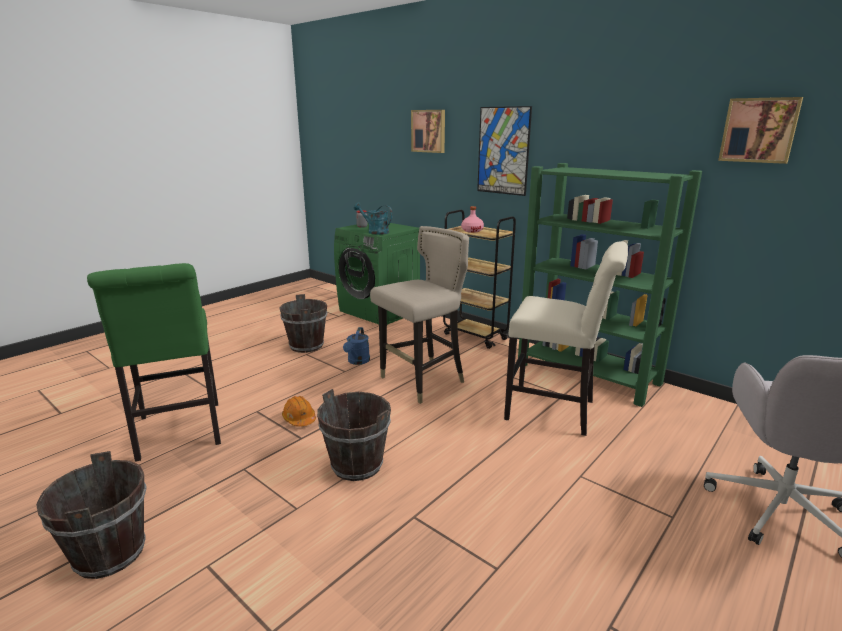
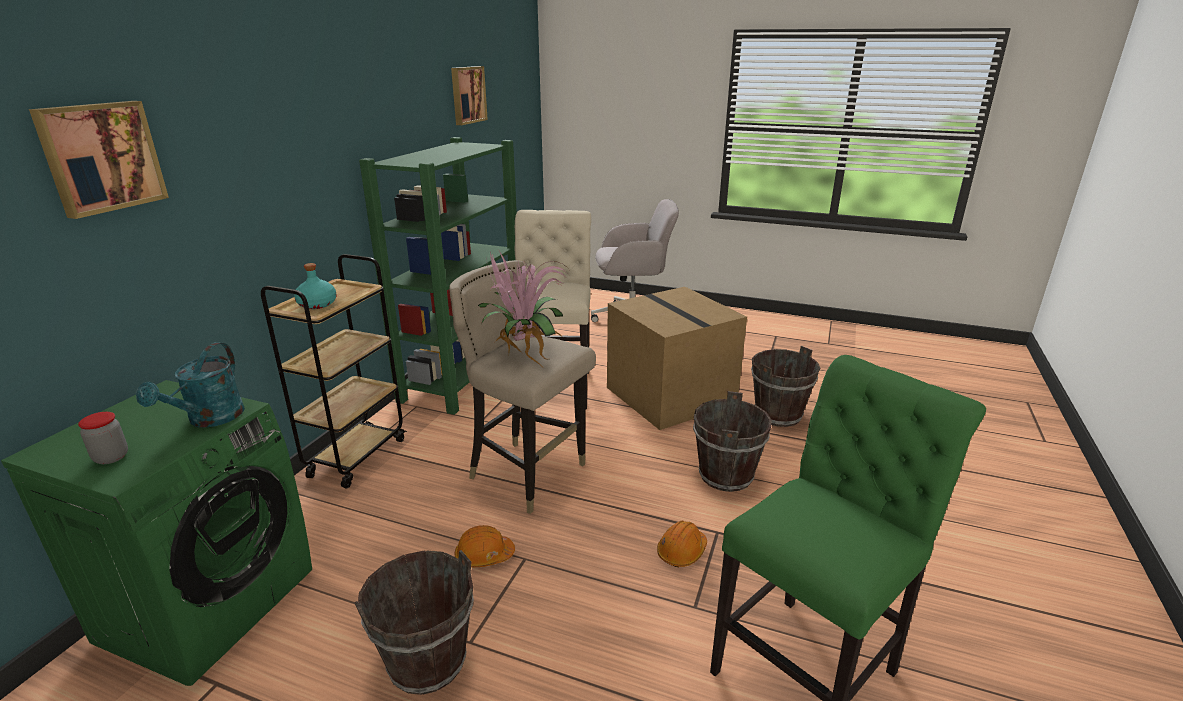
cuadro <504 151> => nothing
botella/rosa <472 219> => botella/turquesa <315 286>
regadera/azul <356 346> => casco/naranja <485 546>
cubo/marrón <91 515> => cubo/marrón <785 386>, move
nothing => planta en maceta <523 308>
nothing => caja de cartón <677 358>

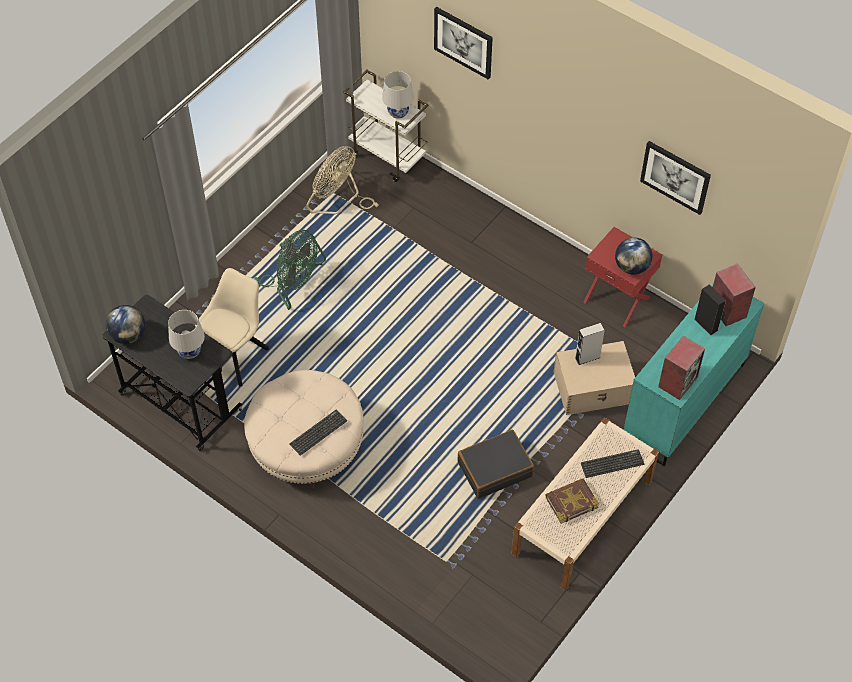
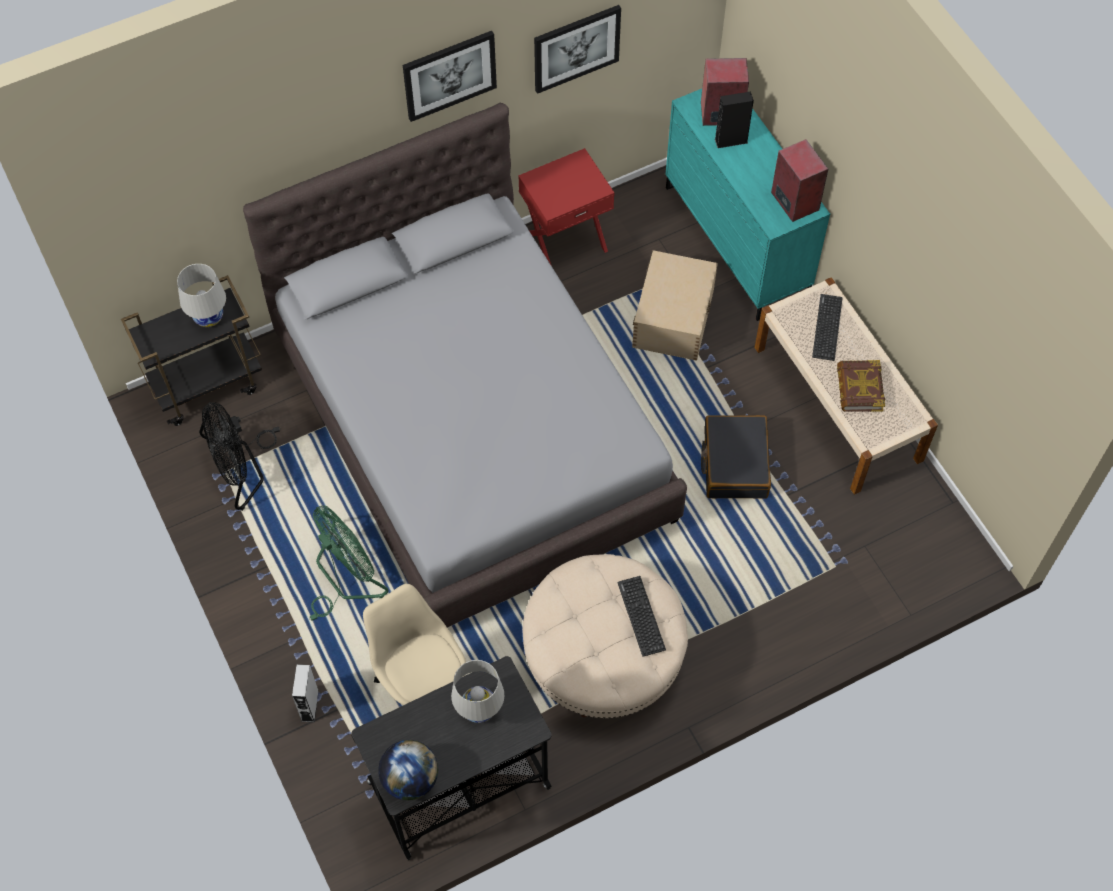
cuadro <463 43> => cuadro <450 76>, move
carrito/blanco <386 126> => carrito/negro <191 350>
ventilador/beis <342 180> => ventilador/negro <240 456>
globo terráqueo <633 256> => nothing
altavoz/gris <590 344> => altavoz/gris <305 693>, move
nothing => cama/gris <465 365>

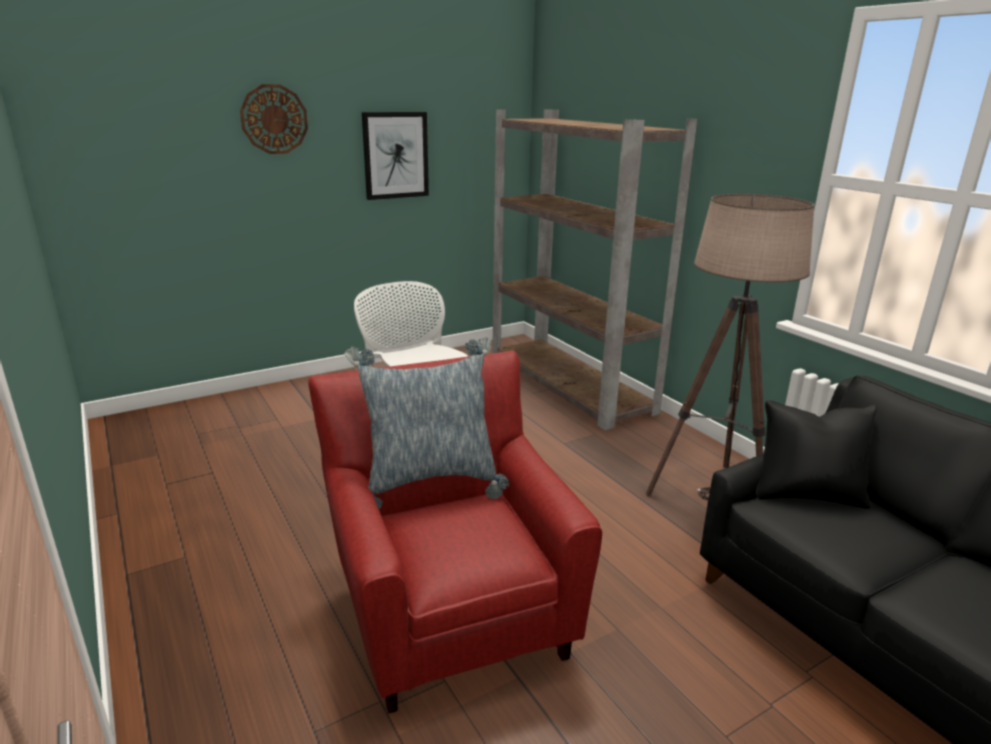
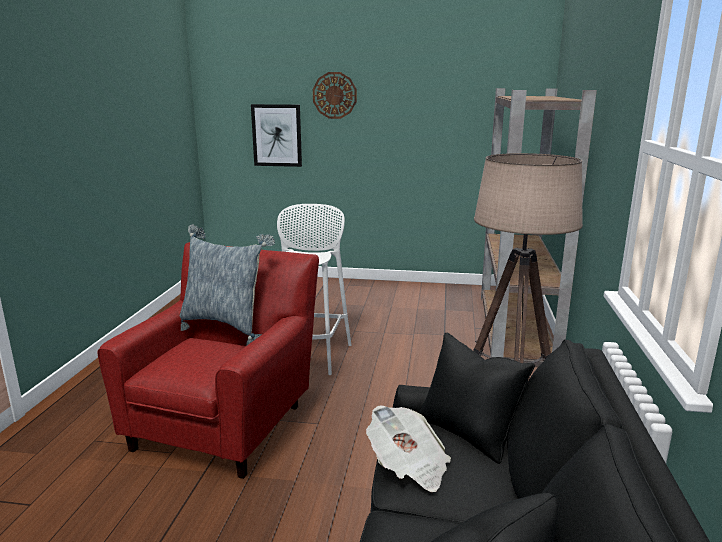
cuadro <395 156> => cuadro <276 135>, move
nothing => periódico <408 448>

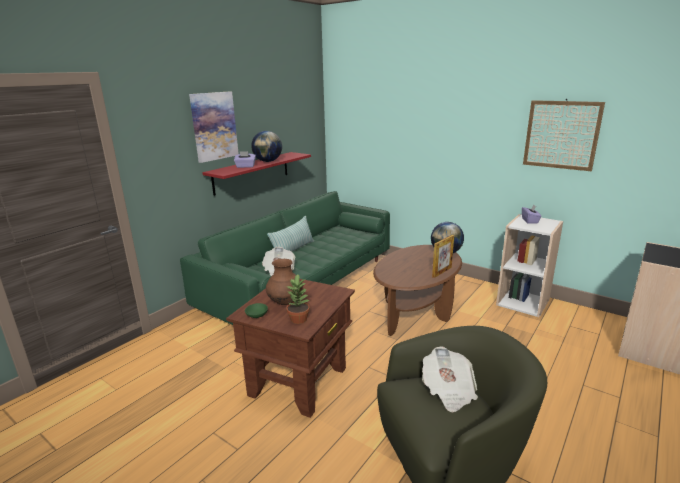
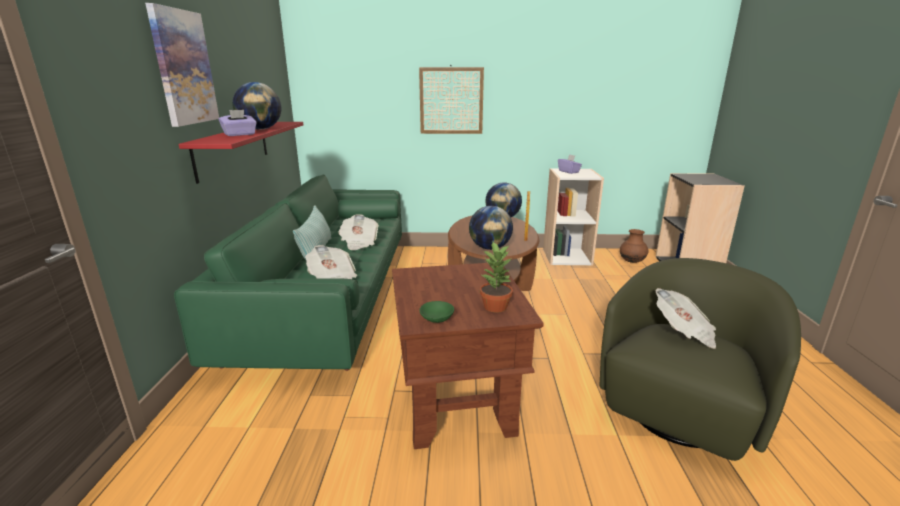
cuadro <564 135> => cuadro <451 99>, move
florero/marrón <284 282> => florero/marrón <634 246>, move
nothing => globo terráqueo <491 228>
nothing => periódico <358 232>

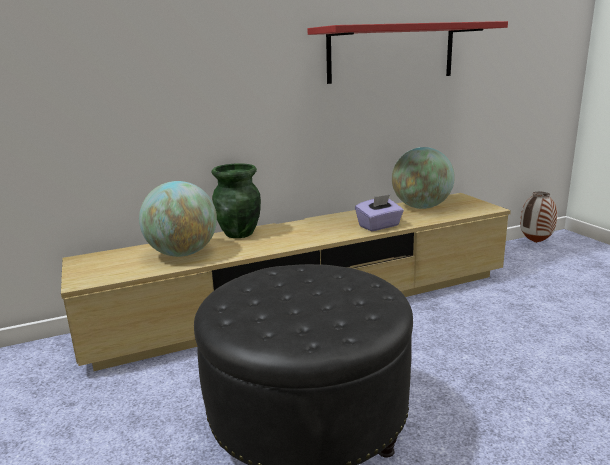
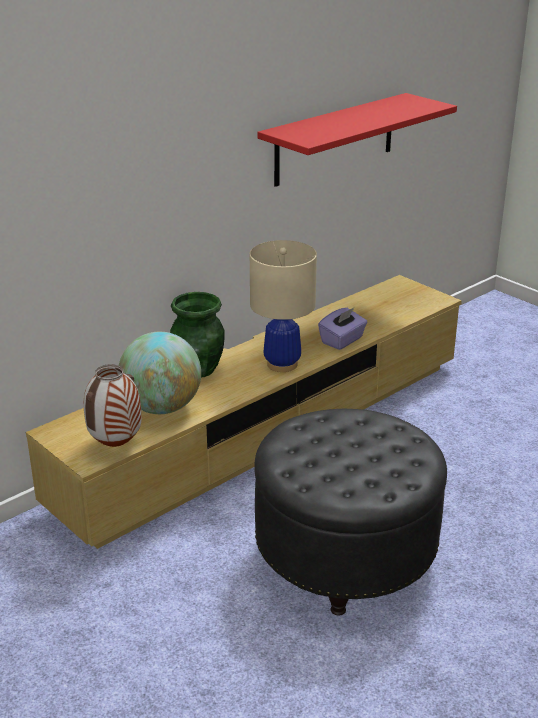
globo terráqueo <423 178> => nothing
florero <538 217> => florero <113 405>, move
nothing => lámpara de mesa/beis <283 306>

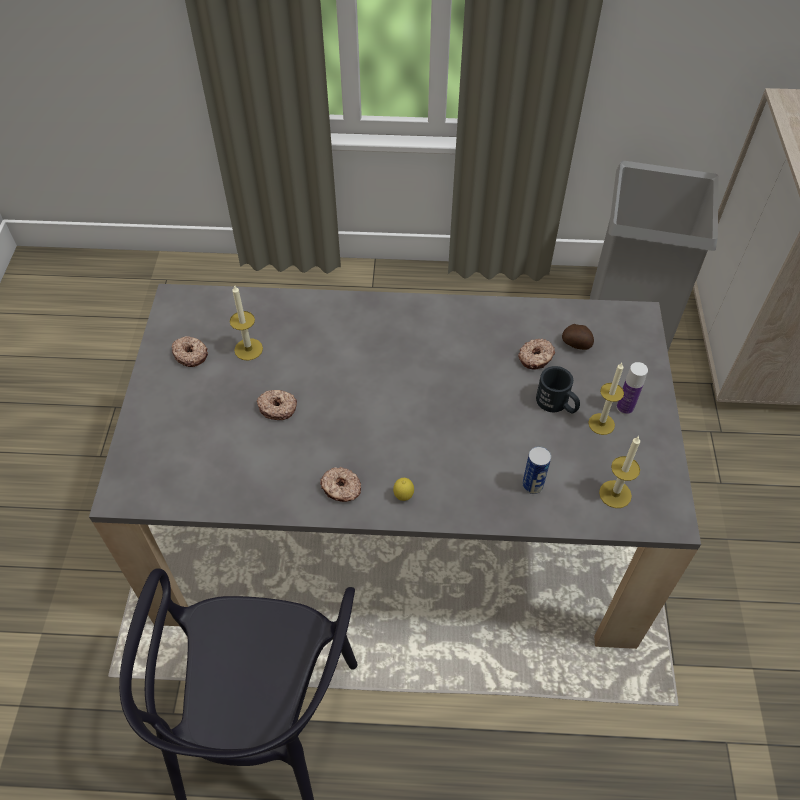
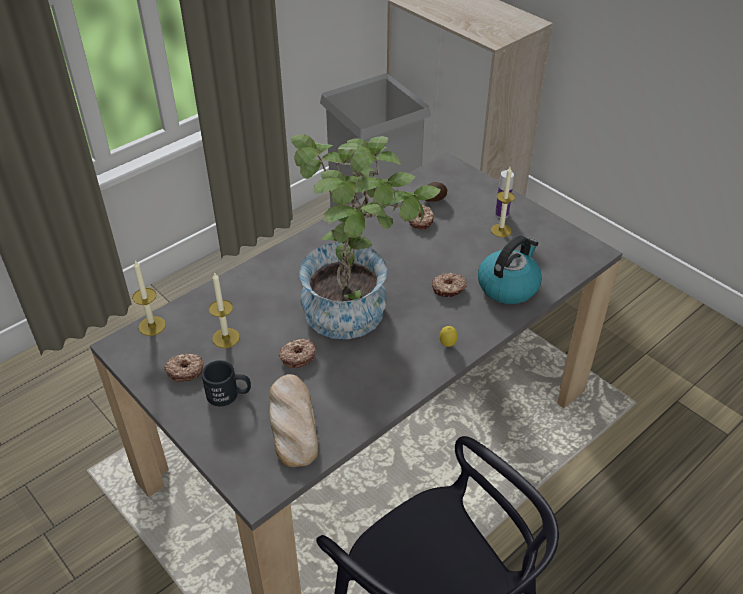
taza grande/negro <558 390> => taza grande/negro <226 383>, move
vela <619 472> => vela <149 298>, move
lata <536 470> => hervidor <510 270>
rosquilla <340 484> => rosquilla <449 285>, move
nothing => planta en maceta <366 236>
nothing => pan <293 420>

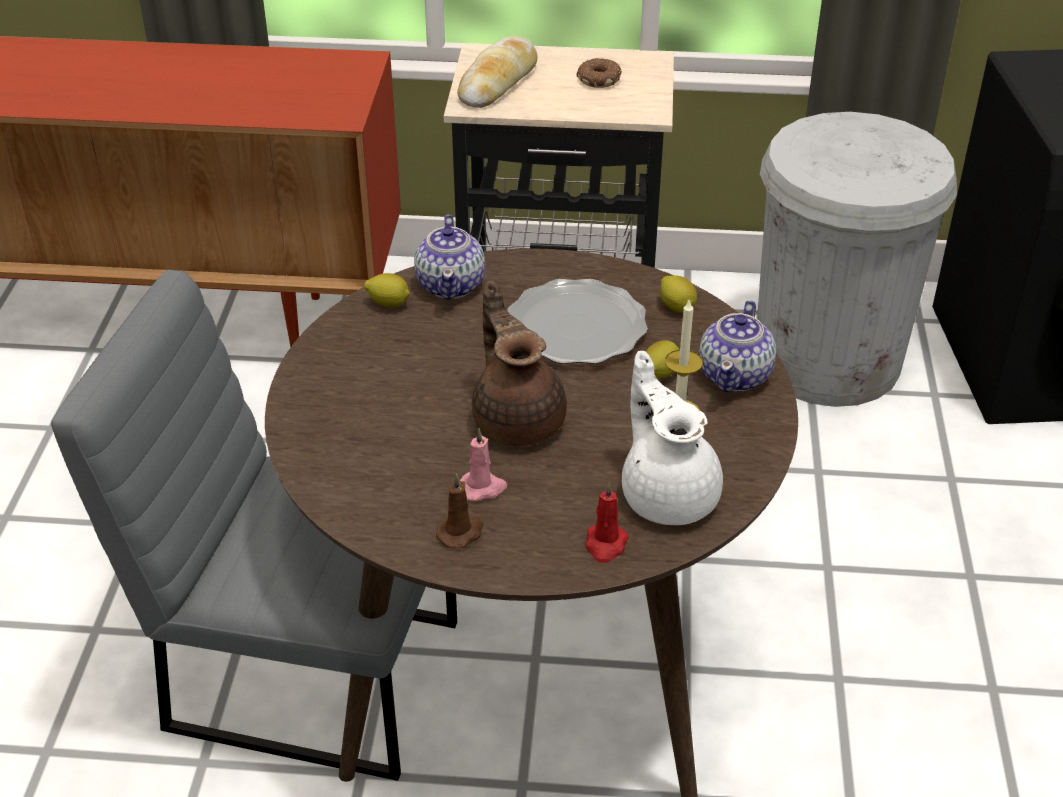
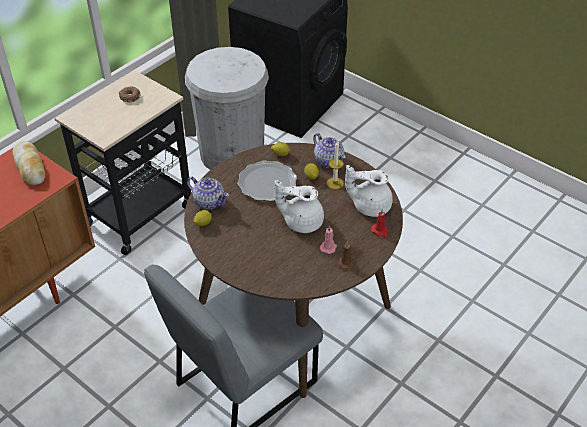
pan <497 72> => pan <28 163>, move
tetera/marrón <519 363> => tetera/blanco <299 206>

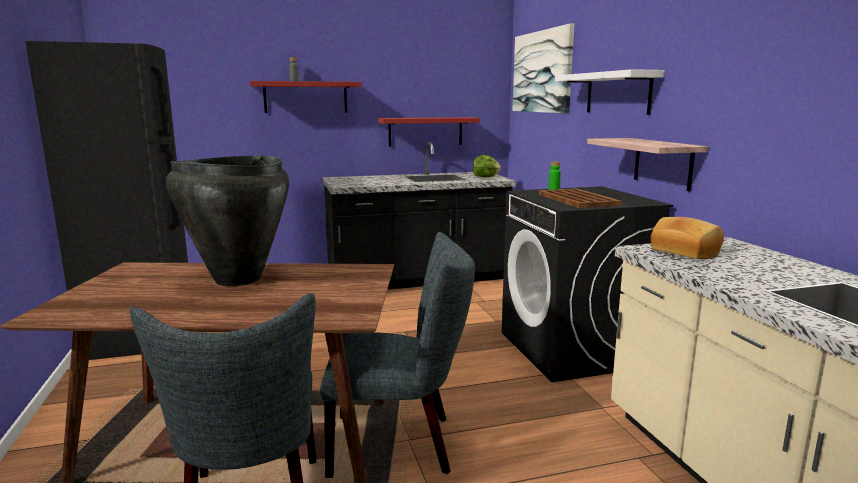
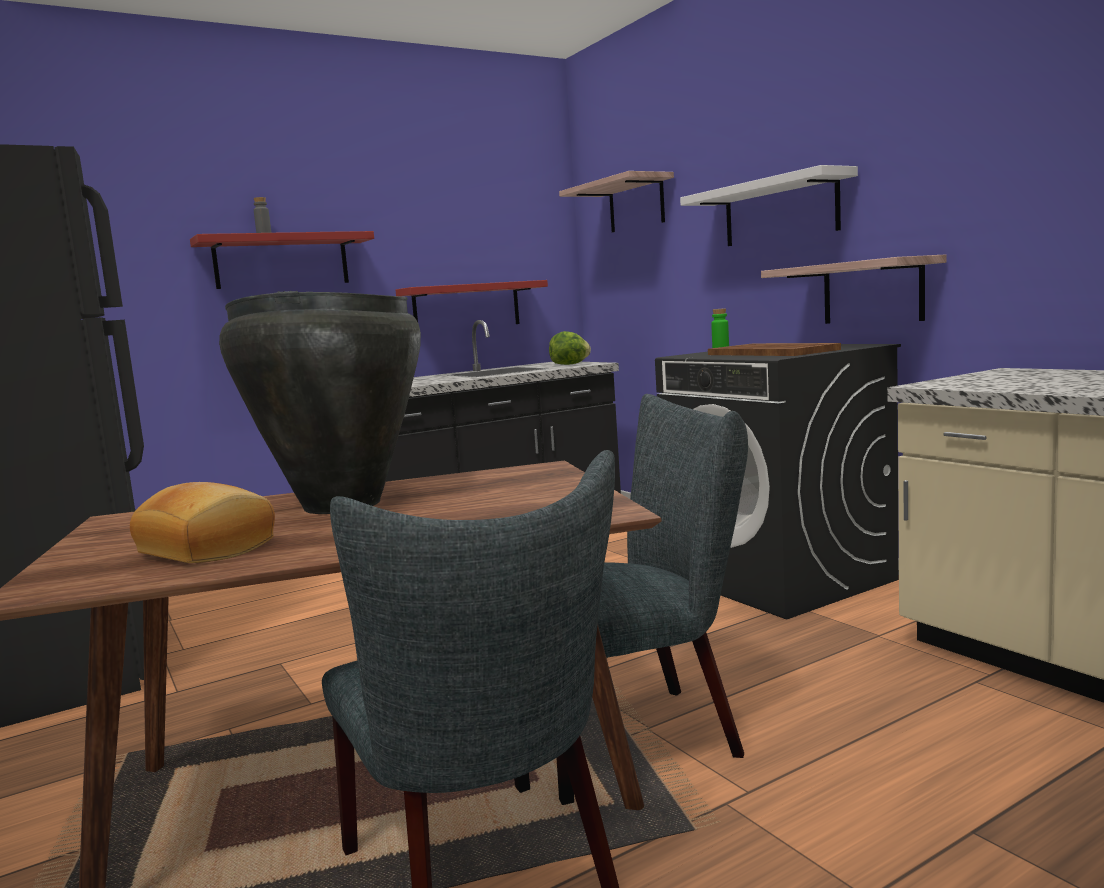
cuadro <543 68> => estante <616 202>
pan <687 238> => pan <202 522>, move

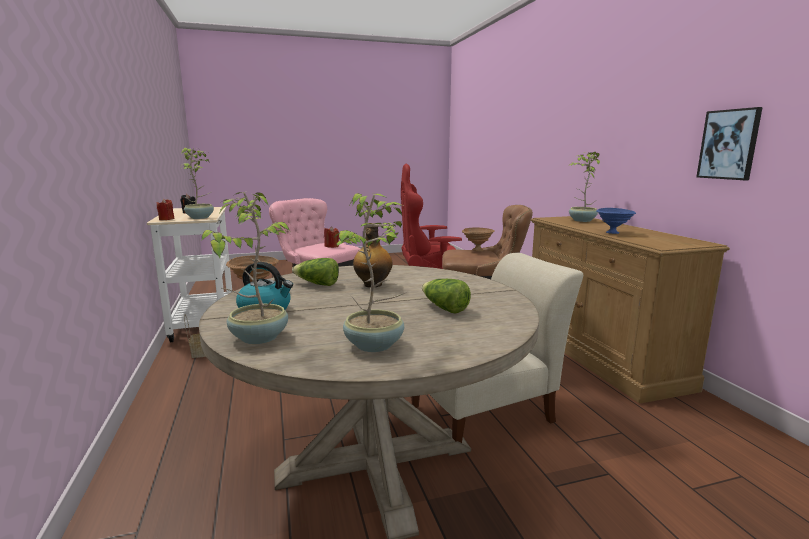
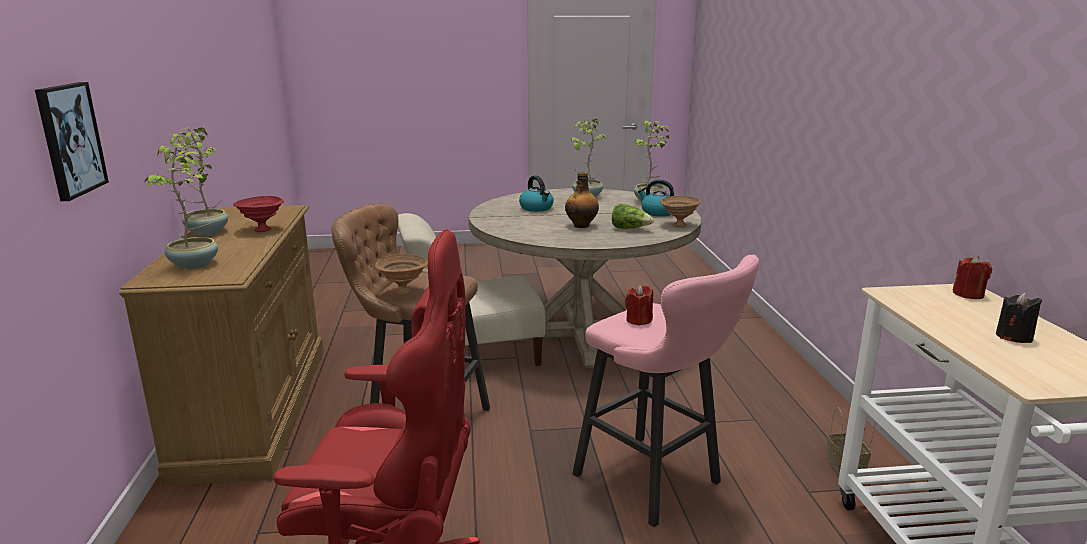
cuadro <729 143> => cuadro <72 141>, move
planta en maceta <197 183> => planta en maceta <198 182>, move
cuenco/azul <616 221> => cuenco/rojo <258 214>
lechuga <446 296> => hervidor <536 193>

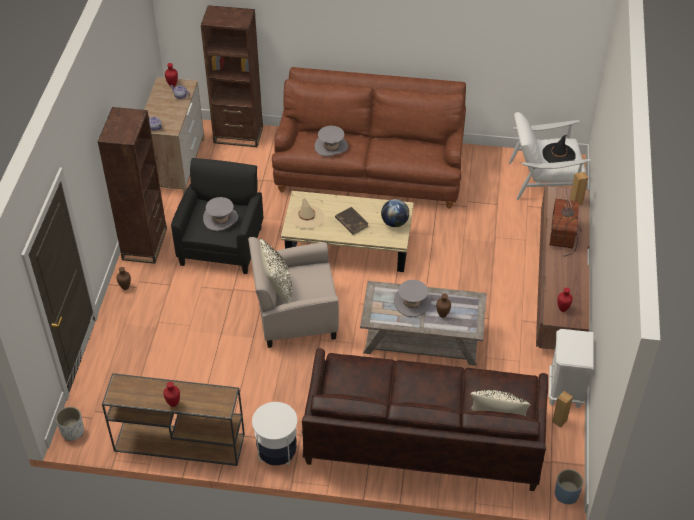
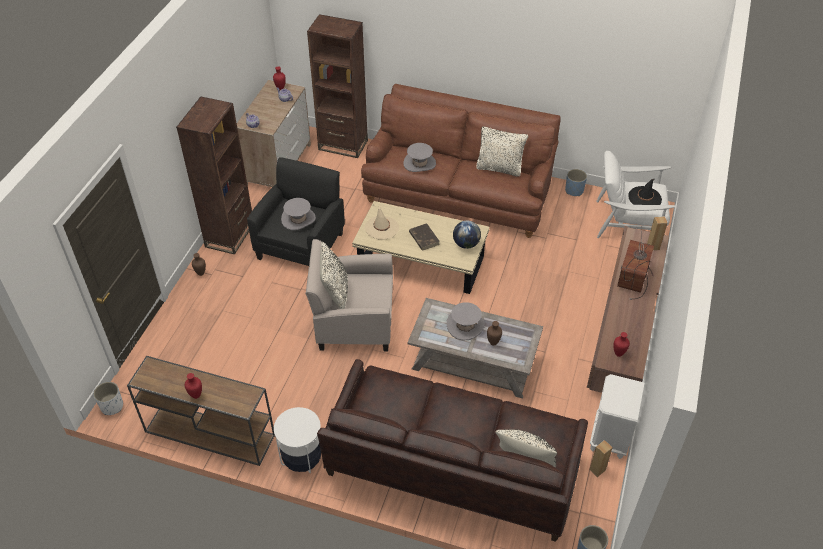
nothing => cojín/beis <502 151>
nothing => maceta/azul <576 182>

